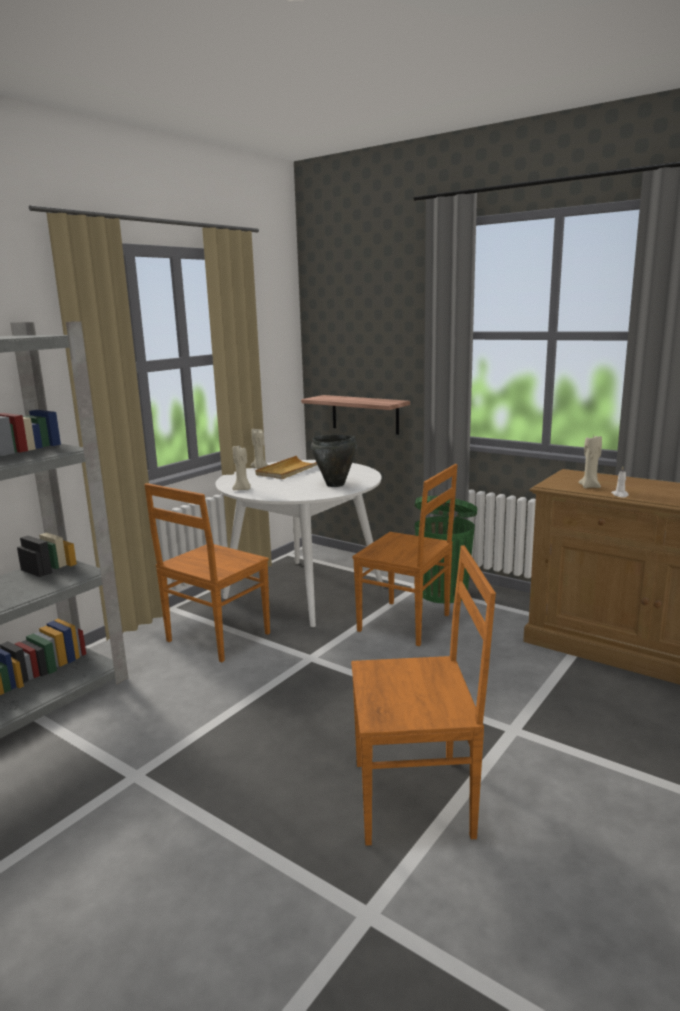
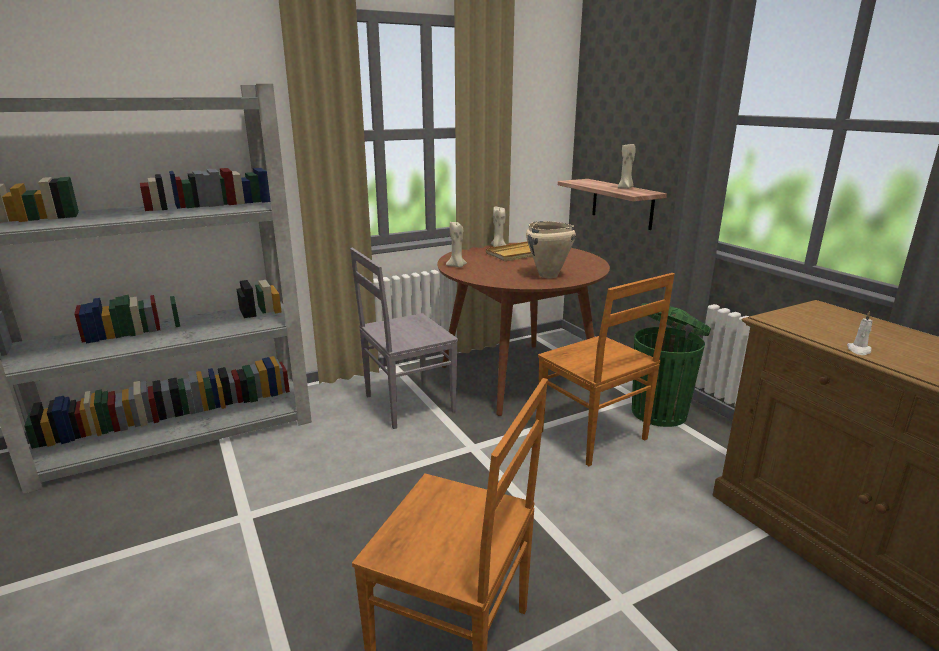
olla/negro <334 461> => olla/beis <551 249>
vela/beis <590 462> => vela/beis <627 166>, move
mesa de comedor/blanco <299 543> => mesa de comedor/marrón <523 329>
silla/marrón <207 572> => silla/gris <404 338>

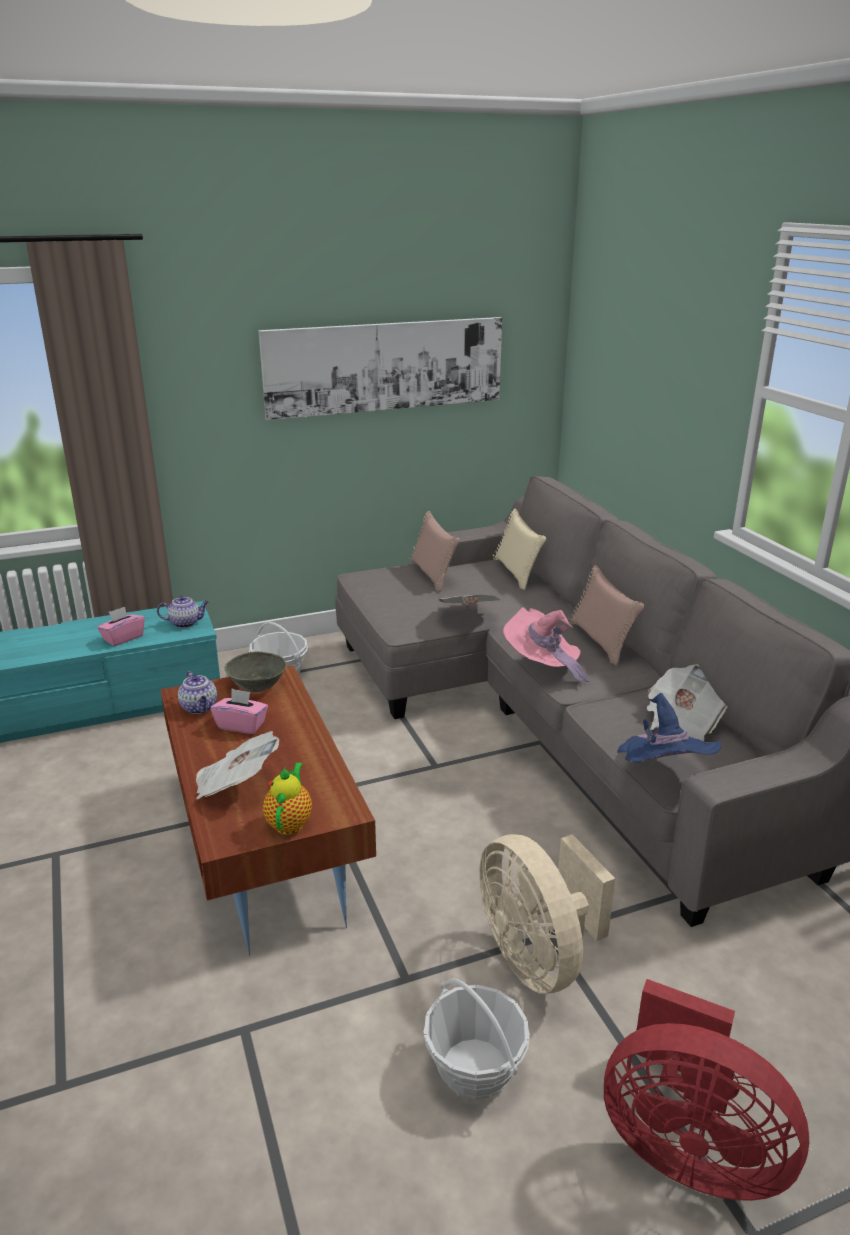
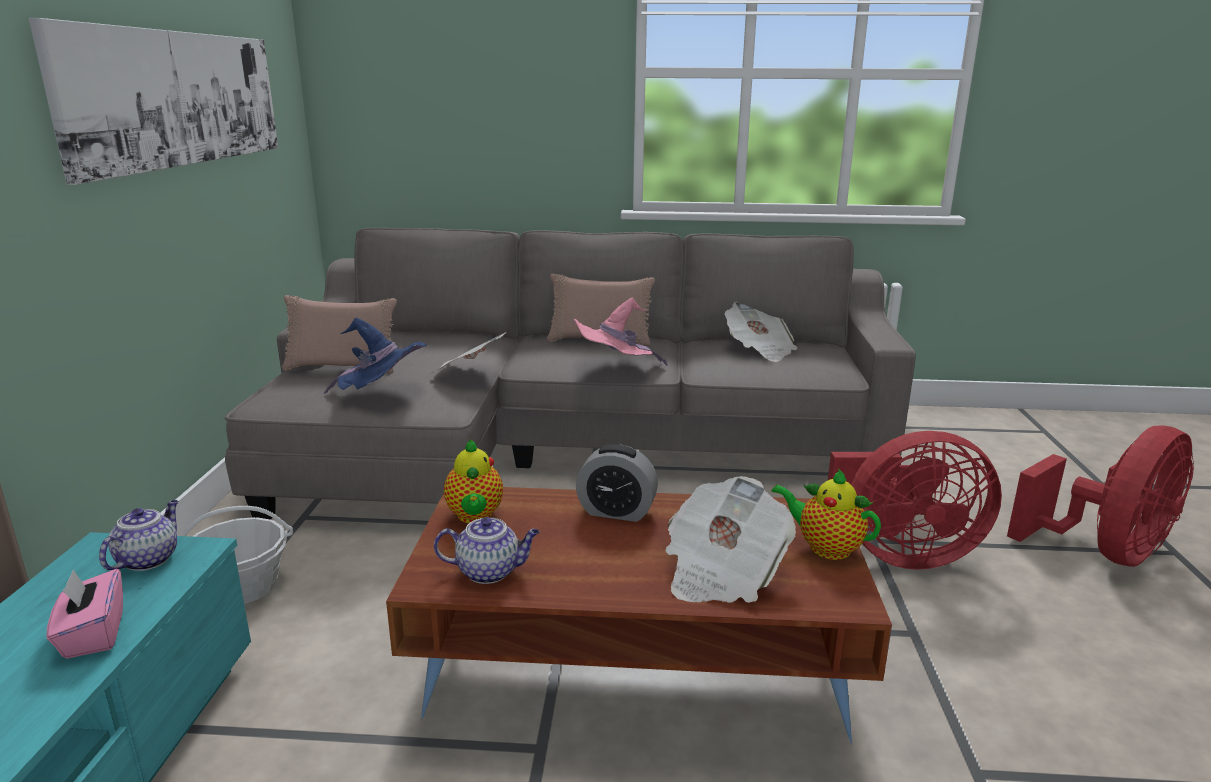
cojín/beis <519 549> => nothing
cuenco/gris <255 672> => tetera <473 481>
caja de pañuelos/rosa <239 711> => nothing
sombrero/azul <669 728> => sombrero/azul <375 356>, move
ventilador/beis <547 914> => ventilador/rojo <915 500>
cesta <477 1039> => nothing
nothing => despertador <617 483>

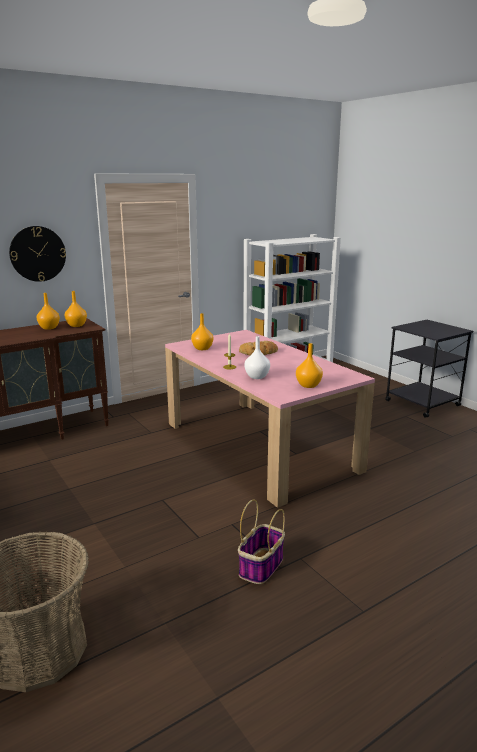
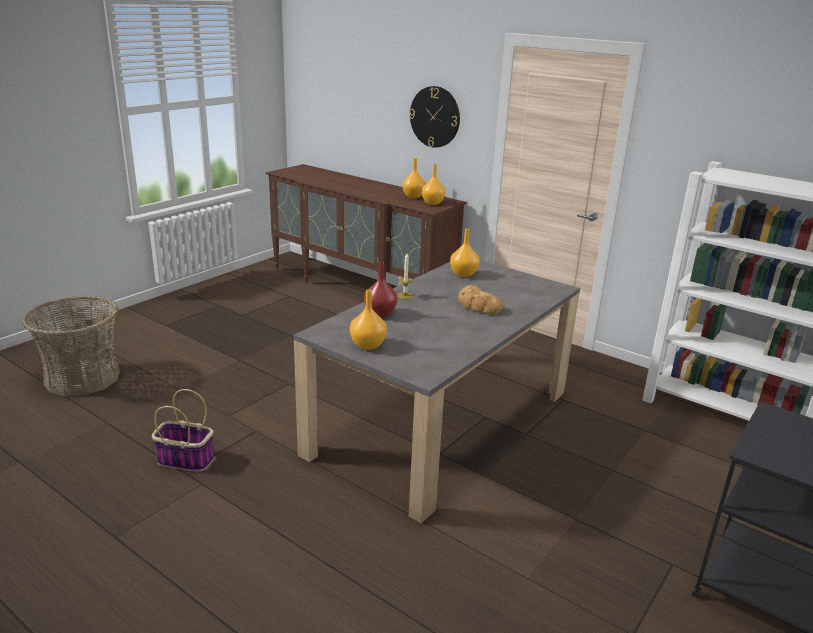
mesa de comedor/rosa <270 419> => mesa de comedor/gris <437 391>
florero/blanco <257 357> => florero/rojo <381 289>

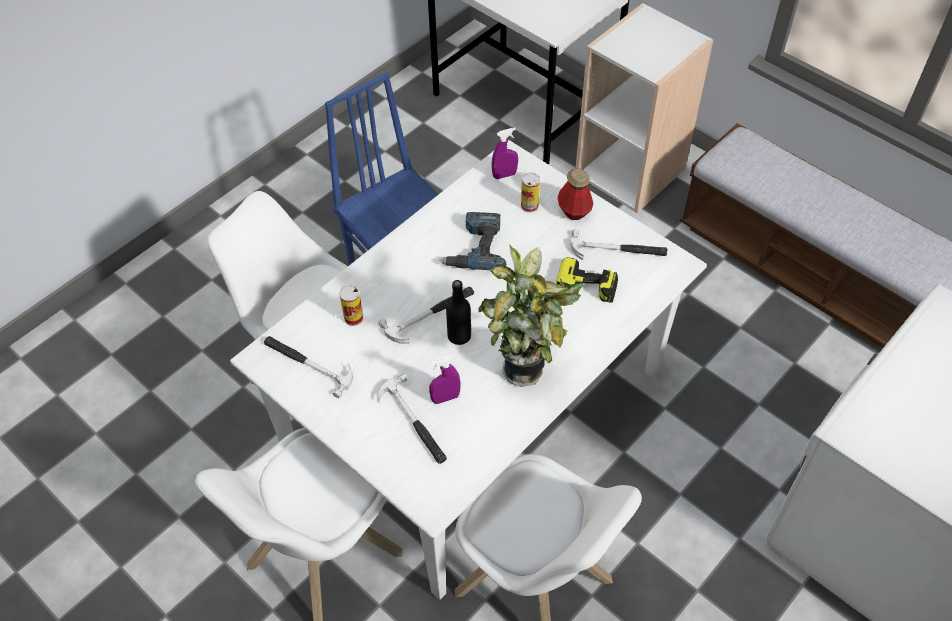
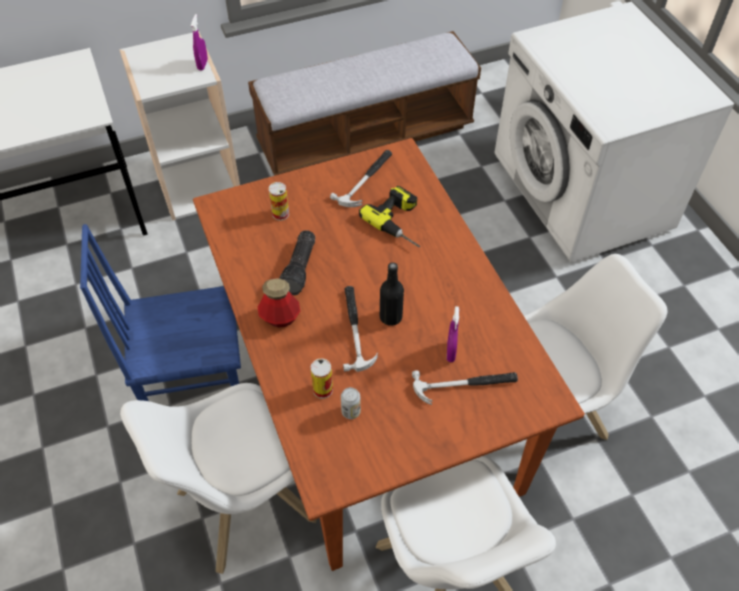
pulverizador/morado <505 153> => pulverizador/morado <199 42>, move
mesa de comedor/blanco <468 370> => mesa de comedor/marrón <389 354>
botella <575 194> => botella <279 303>, move
taladro <472 241> => linterna <297 262>
planta en maceta <530 315> => nothing
martillo <308 367> => nothing
nothing => lata <351 403>

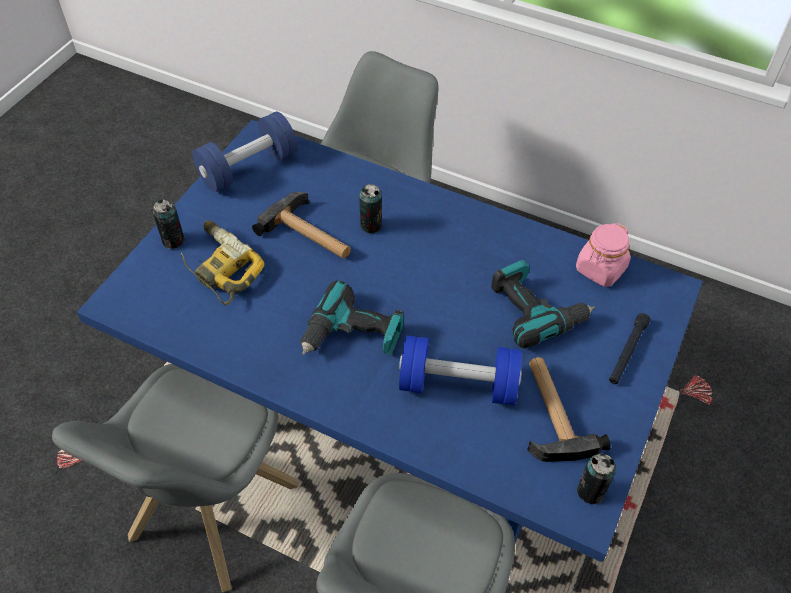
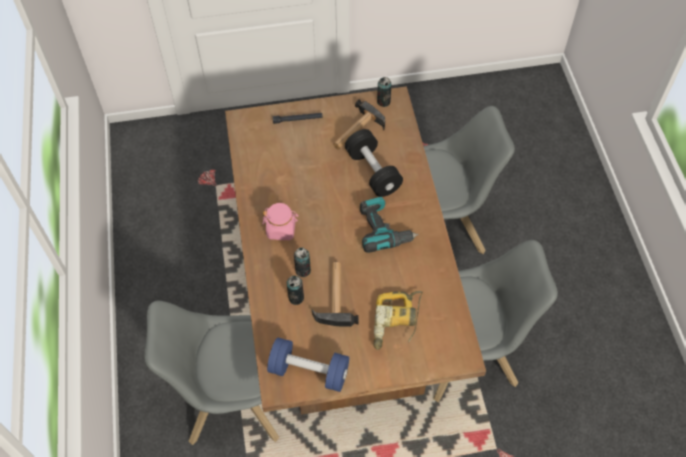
mesa de comedor/azul <390 341> => mesa de comedor/marrón <355 250>
lata <169 224> => lata <295 290>, move
tarro/rosa <603 255> => tarro/rosa <281 221>, move
taladro <543 304> => nothing
mancuerna/azul <460 370> => mancuerna/negro <374 163>

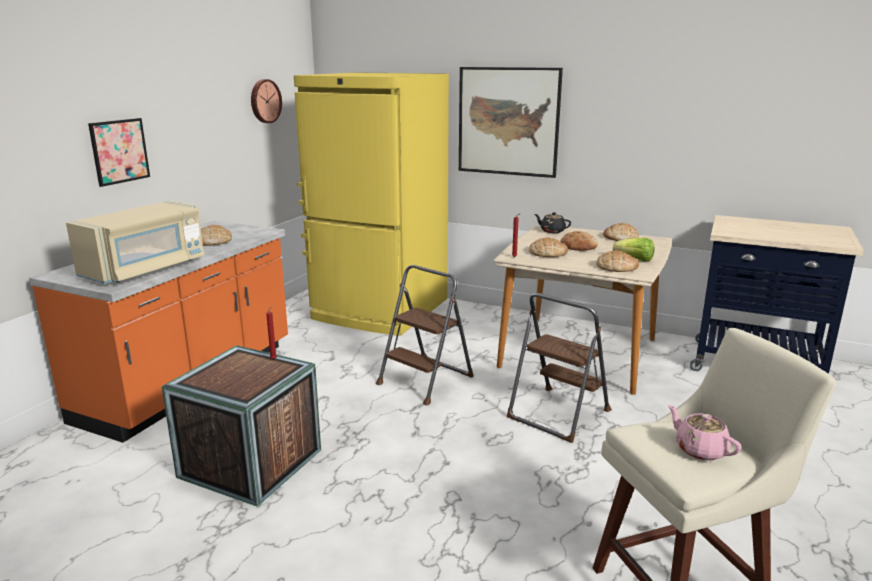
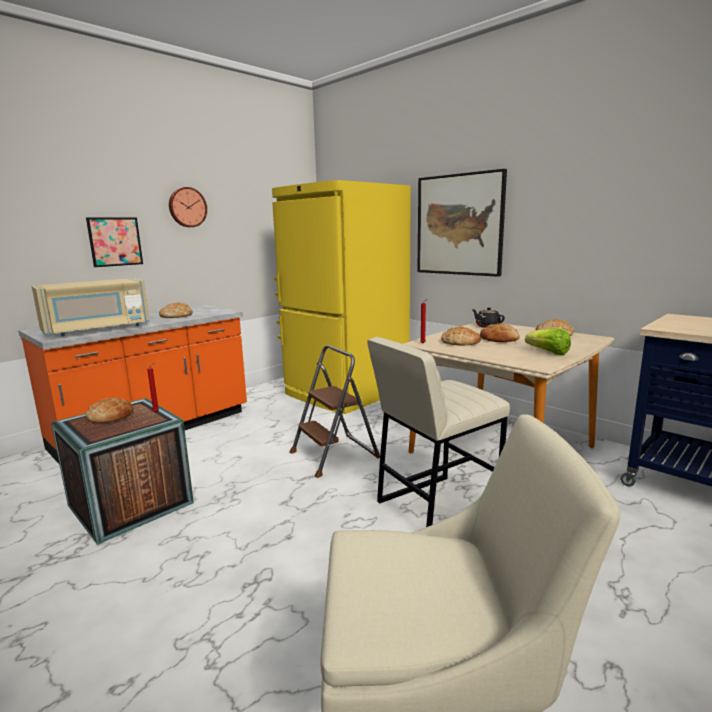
reloj de pared <266 101> => reloj de pared <188 207>, move
pan <617 261> => pan <110 410>, move
escalera de tijera/marrón <559 368> => silla/beis <438 432>
tetera/rosa <705 433> => nothing

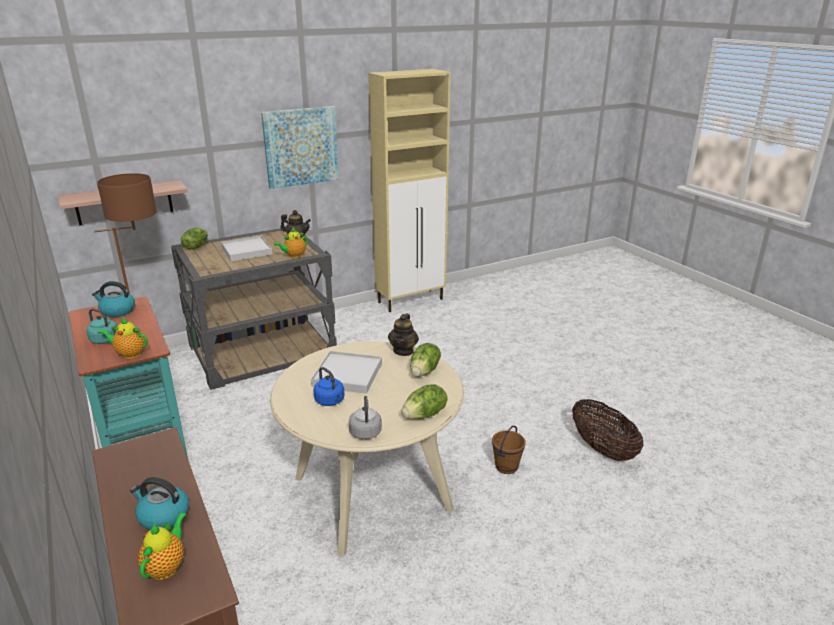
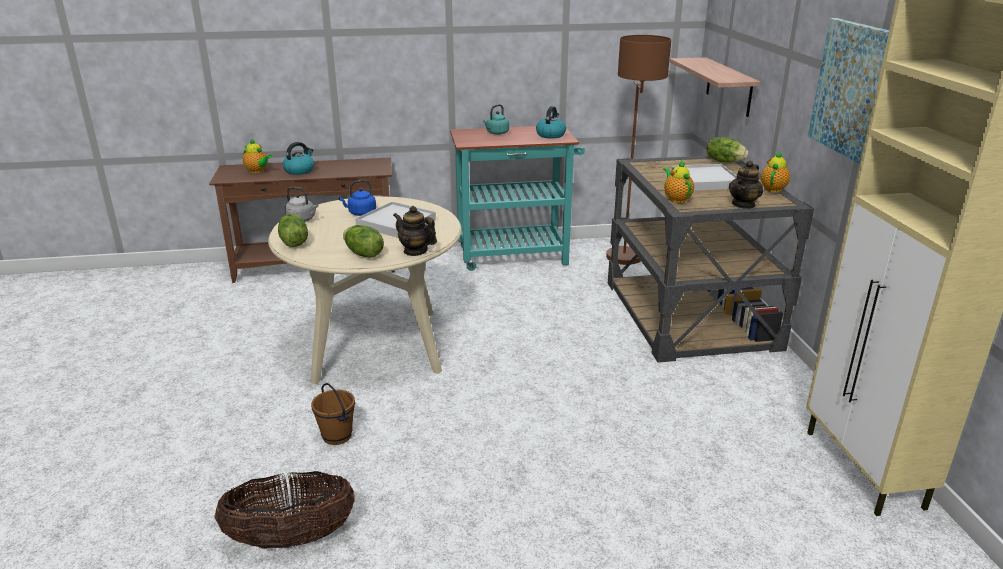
tetera <123 338> => tetera <775 171>, move

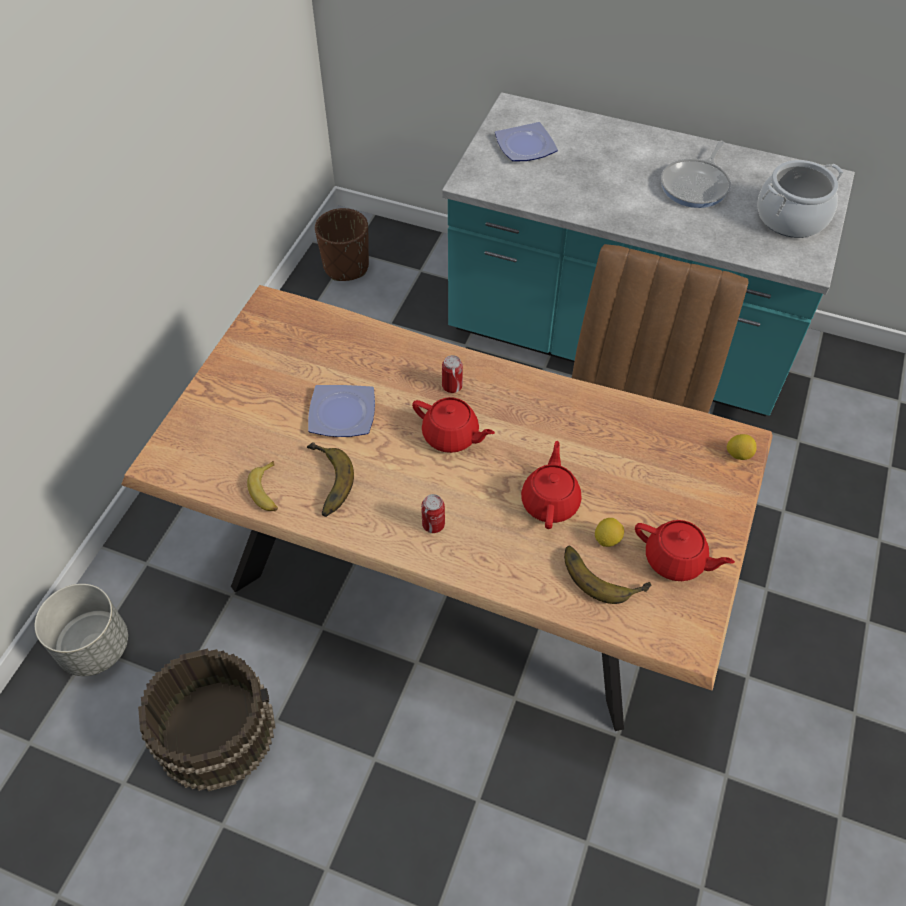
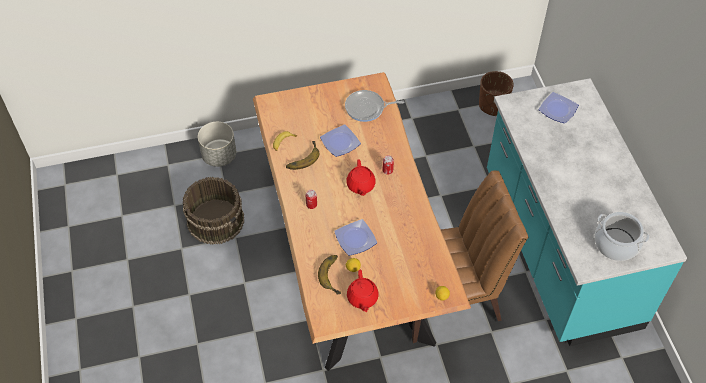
sartén <696 174> => sartén <375 106>, move
tetera/rojo <551 485> => plato <355 237>

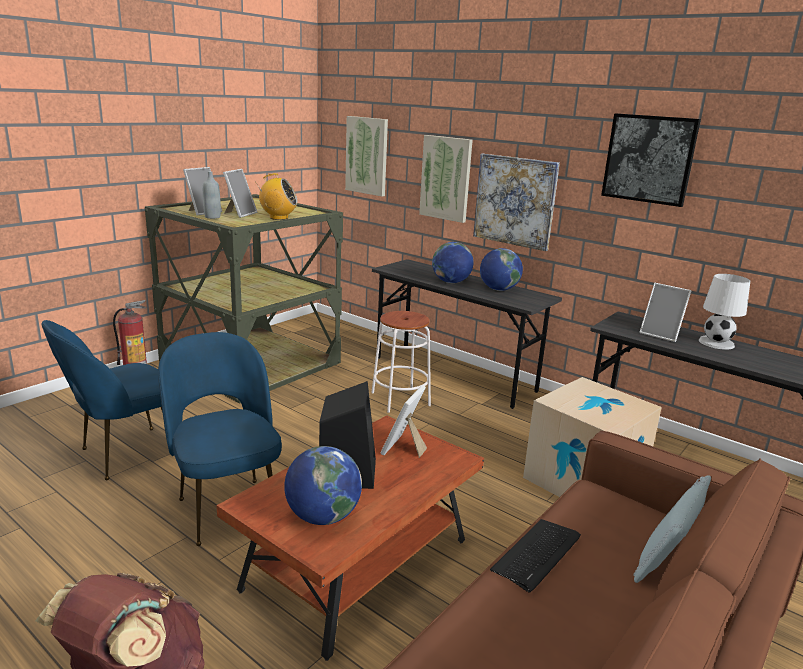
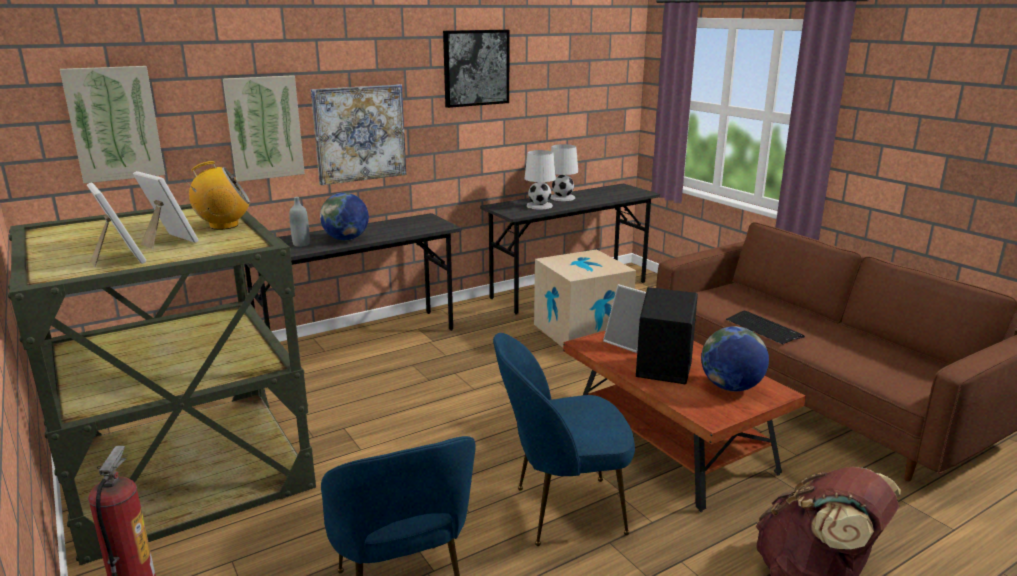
botella/gris <212 195> => botella/gris <299 221>, move
radio <277 196> => radio <217 195>, 45 degrees clockwise
globo terráqueo <501 269> => nothing
portarretratos <665 312> => lámpara de mesa/blanco <540 179>
taburete/blanco <401 362> => nothing
cojín/azul <672 529> => nothing

